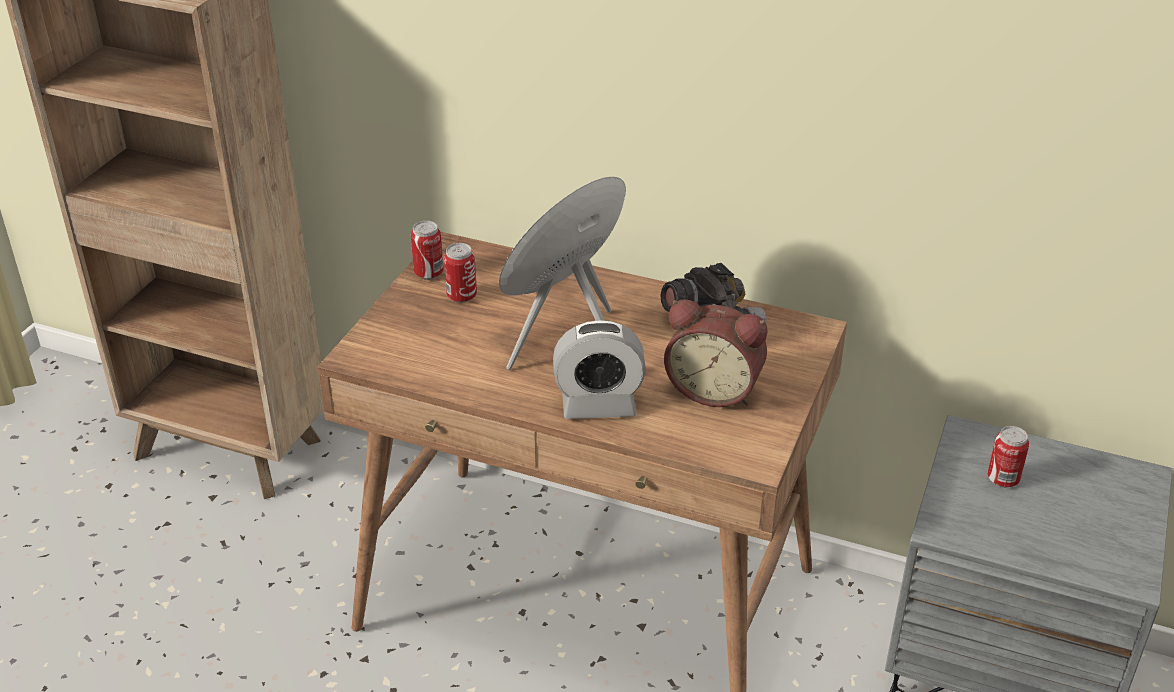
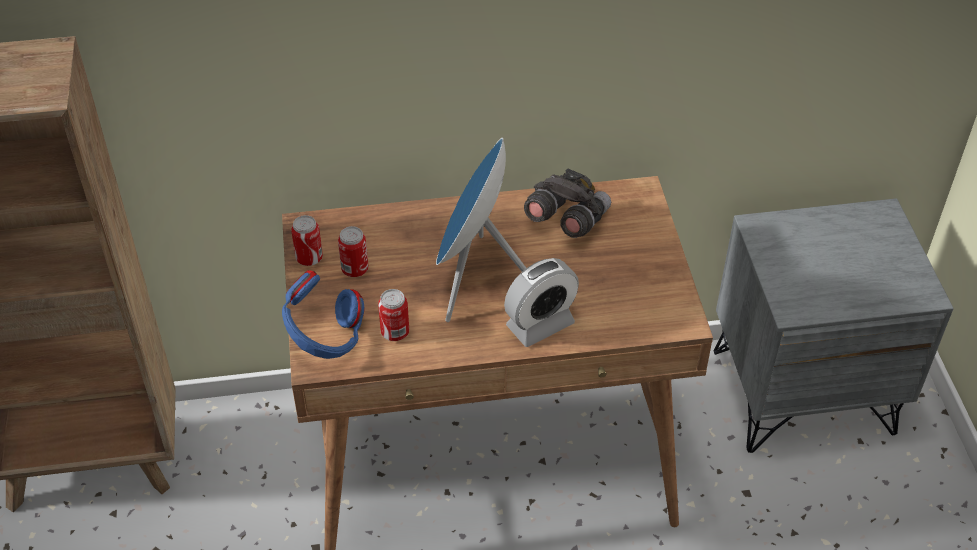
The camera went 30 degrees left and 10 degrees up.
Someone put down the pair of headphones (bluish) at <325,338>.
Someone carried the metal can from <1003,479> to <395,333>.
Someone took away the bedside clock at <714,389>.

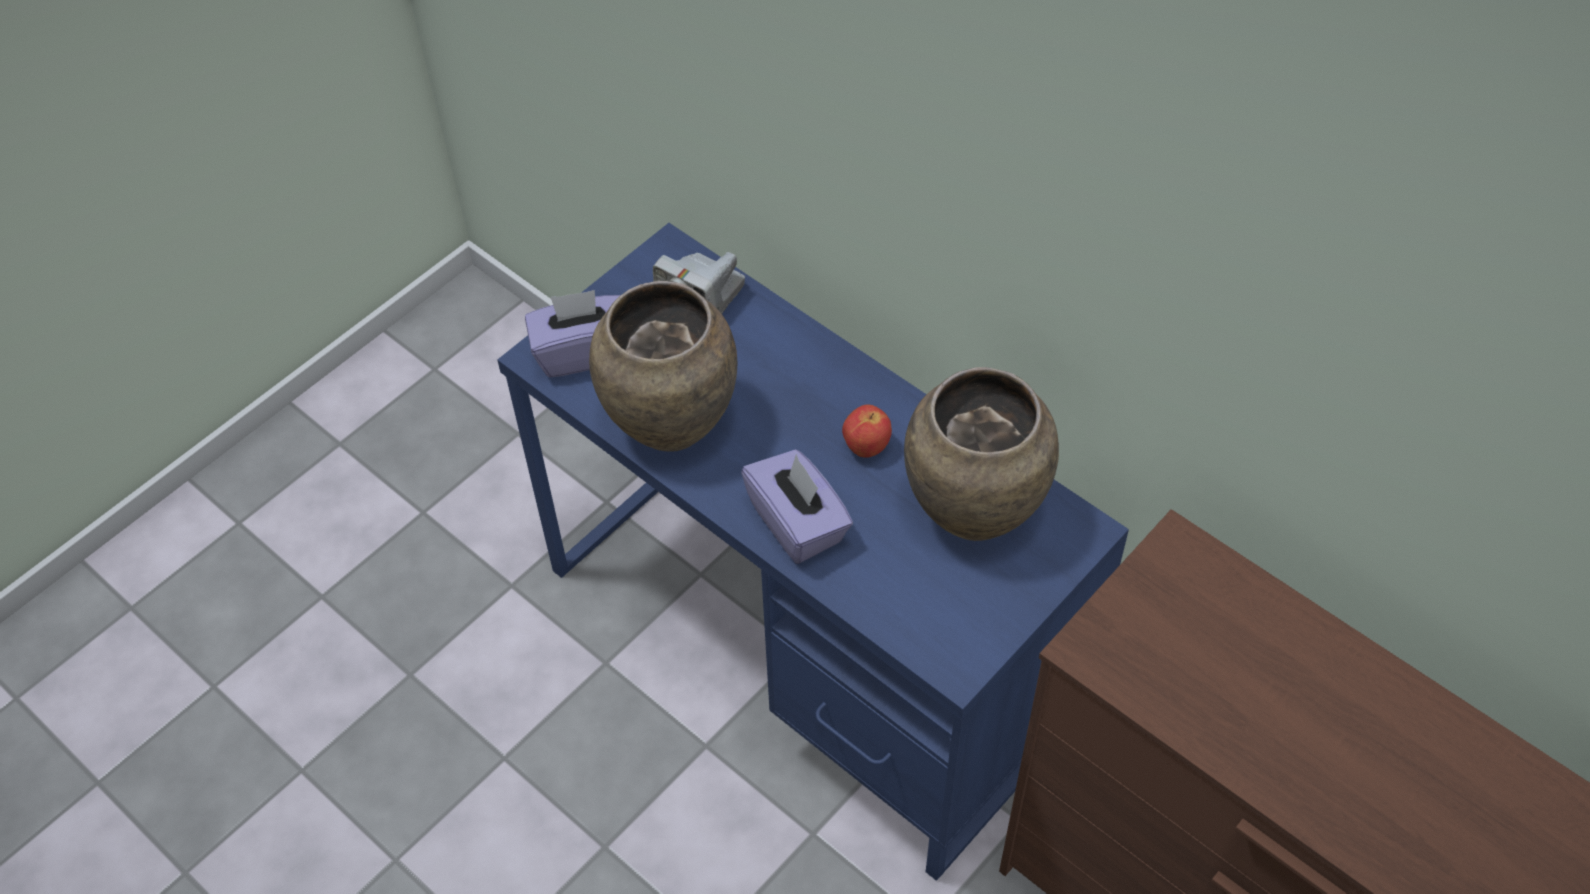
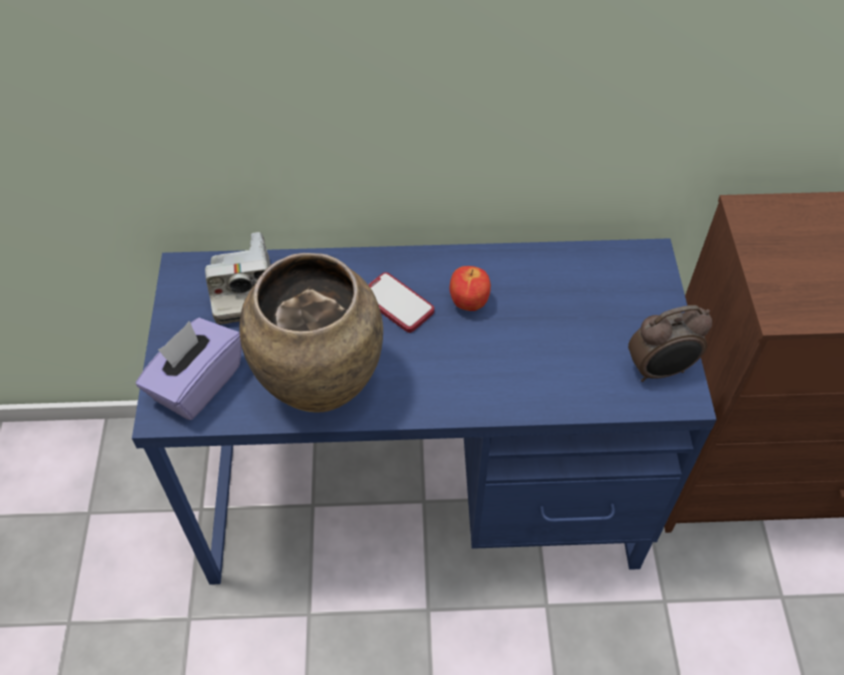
The camera went 45 degrees left and 0 degrees up.
Someone put down the handset at <397,304>.
Someone put down the bedside clock at <660,370>.
Someone took away the tissue box (purple-coloured) at <798,523>.
Someone took away the flower vase (brownish) at <973,513>.

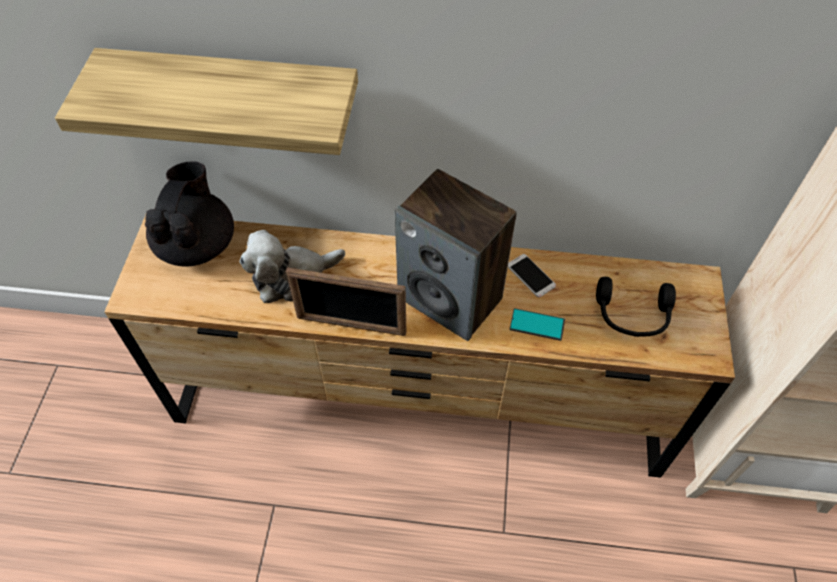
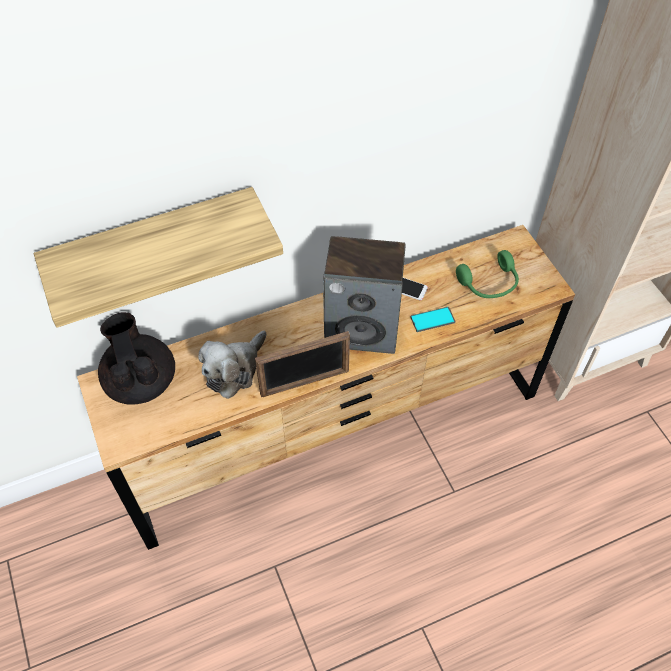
The camera went 30 degrees left and 0 degrees up.
Someone repainted the pair of headphones (blackish) at <632,316>, which became the pair of headphones (green-coloured) at <489,284>.

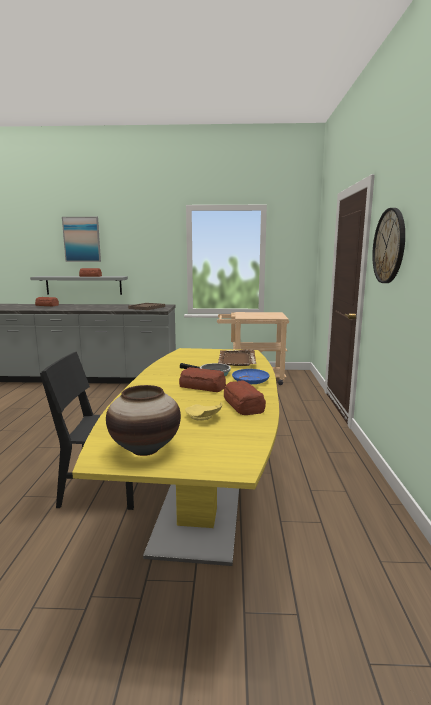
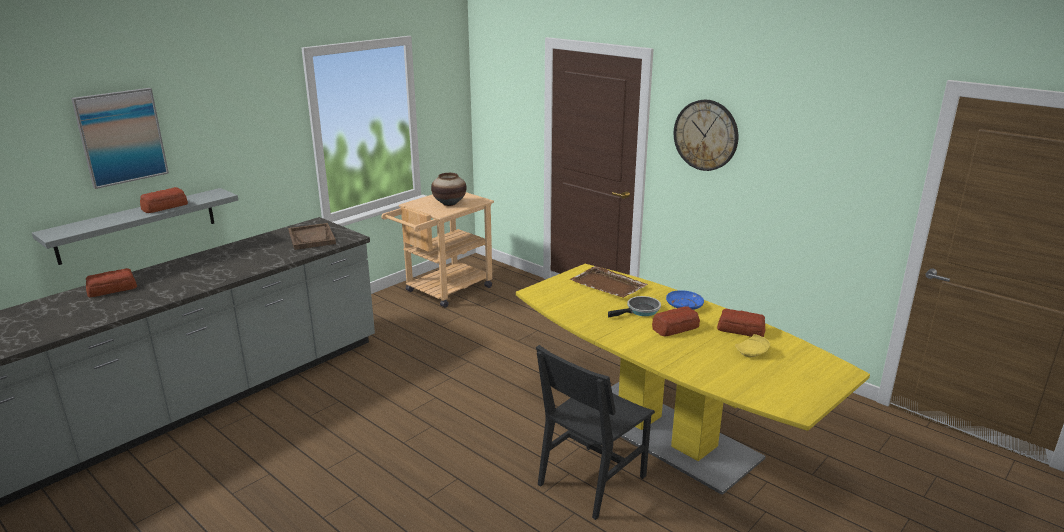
The camera went 50 degrees left and 10 degrees up.
Someone carried the flower vase from <144,449> to <449,204>.

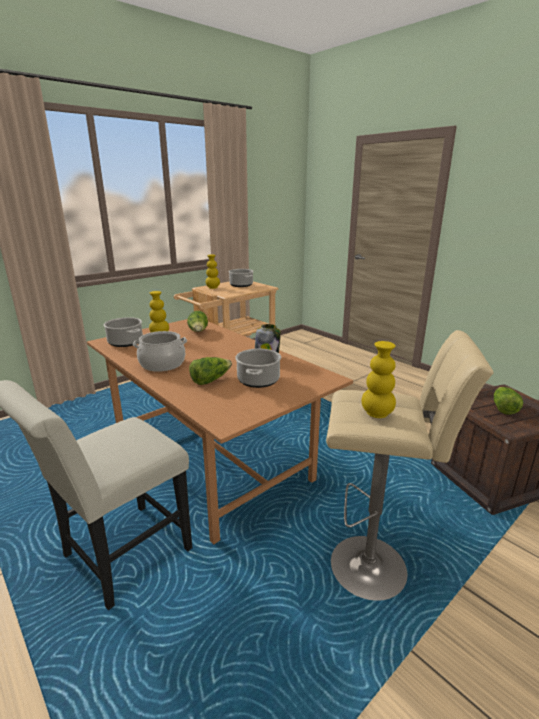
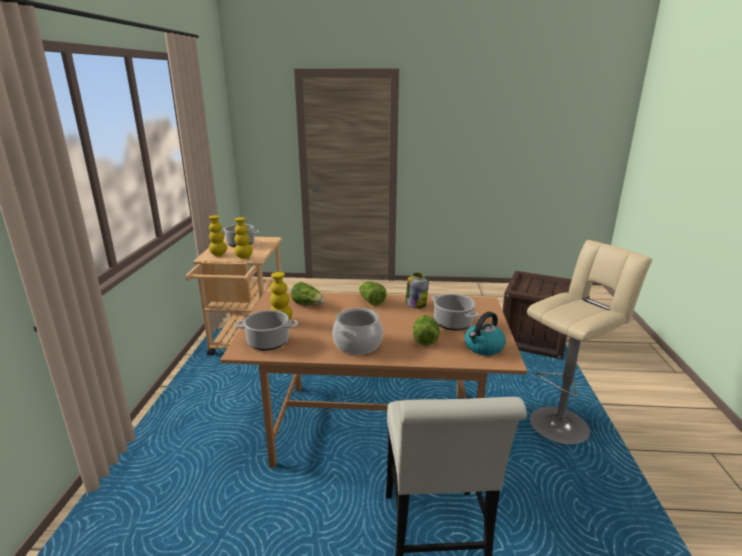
The camera went 45 degrees left and 0 degrees up.
Someone carried the flower vase (yellow) from <377,414> to <244,257>.
Someone carried the head of lettuce from <503,408> to <371,301>.
Someone put down the water kettle at <483,347>.

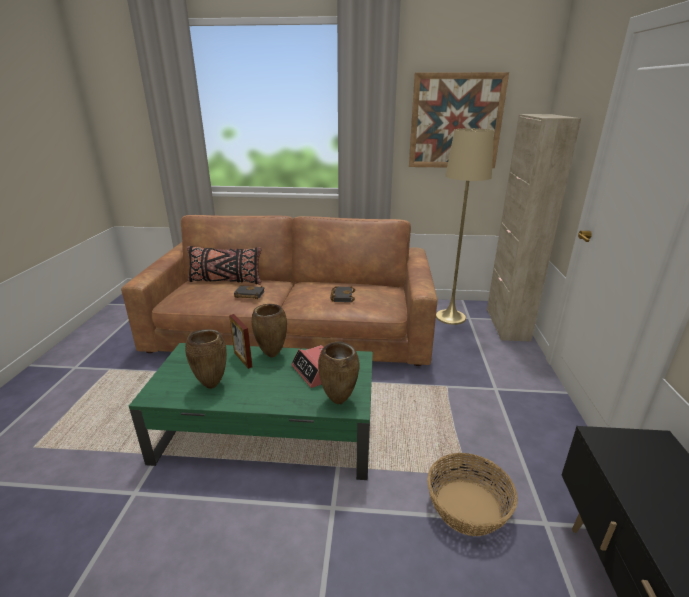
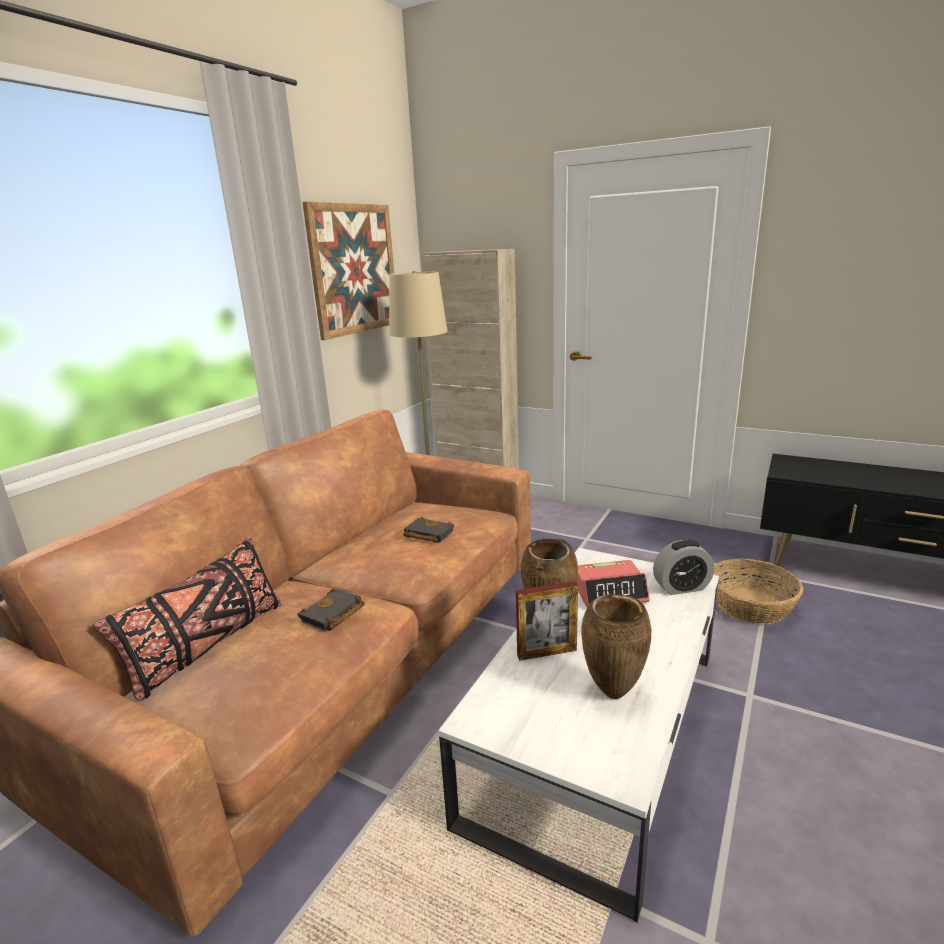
The camera went 65 degrees left and 5 degrees down.
Someone repainted the lounge table (green-coloured) at <269,432>, which became the lounge table (white-coloured) at <599,729>.
Someone swapped the flower vase (brownish) at <339,401> for the bedside clock at <681,587>.

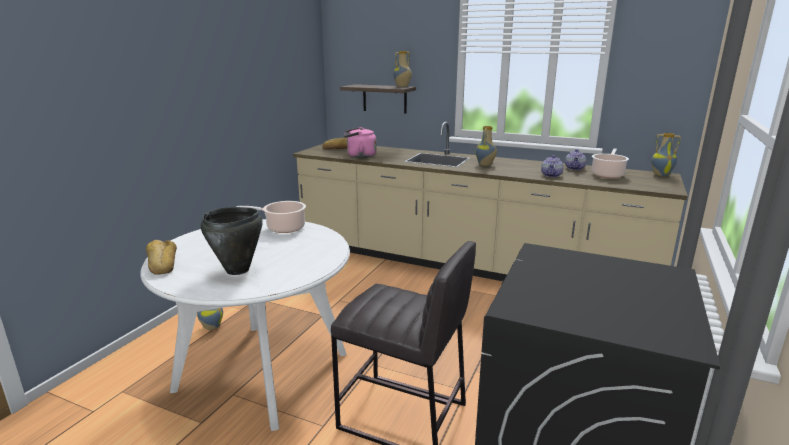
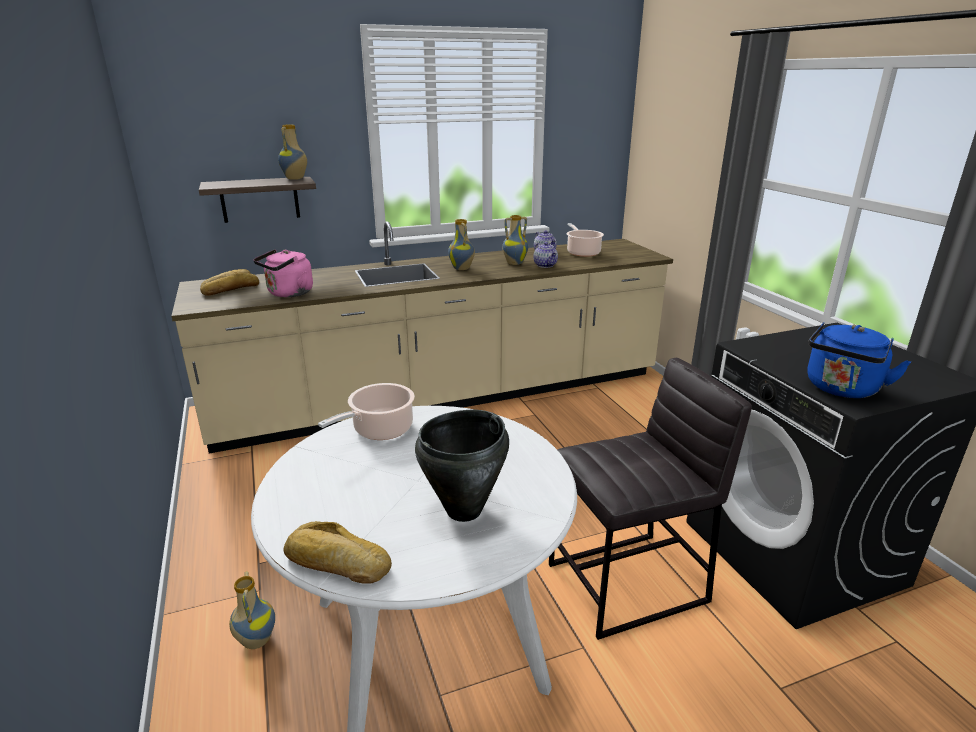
The camera went 45 degrees left and 5 degrees up.
Someone carried the flower vase from <661,175> to <514,263>.
Someone put down the water kettle (bluish) at <841,389>.

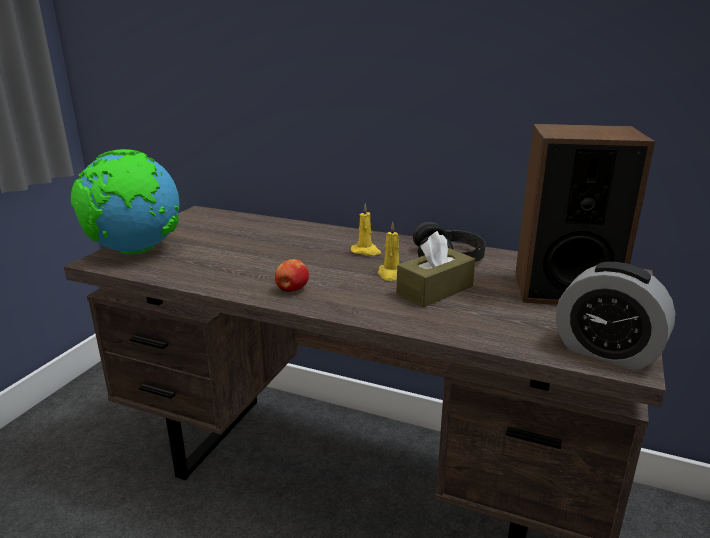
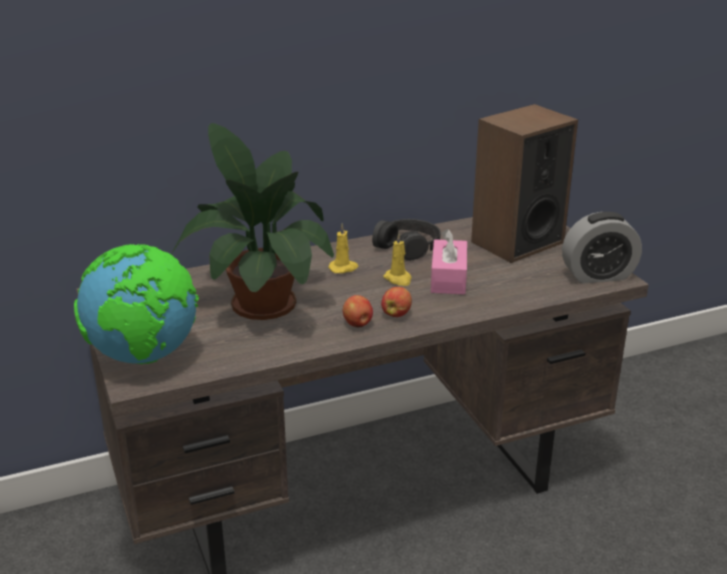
The camera went 45 degrees left and 5 degrees up.
Someone put down the potted plant at <261,300>.
Someone put down the apple at <396,314>.
Someone repainted the tissue box (brownish) at <435,290>, which became the tissue box (pinkish) at <448,278>.

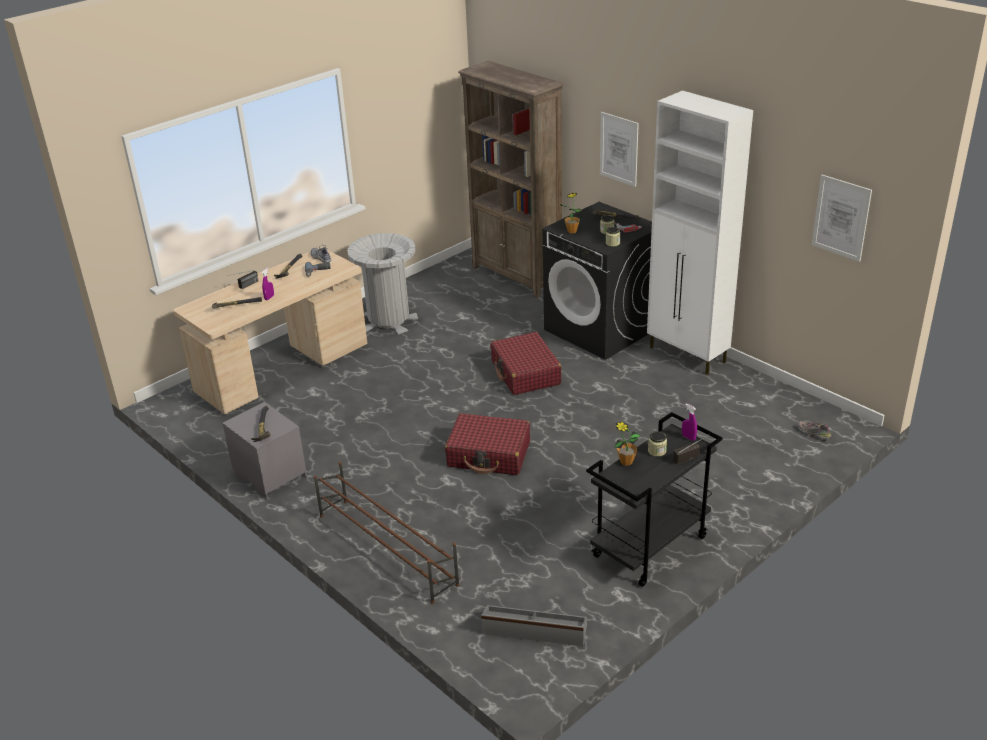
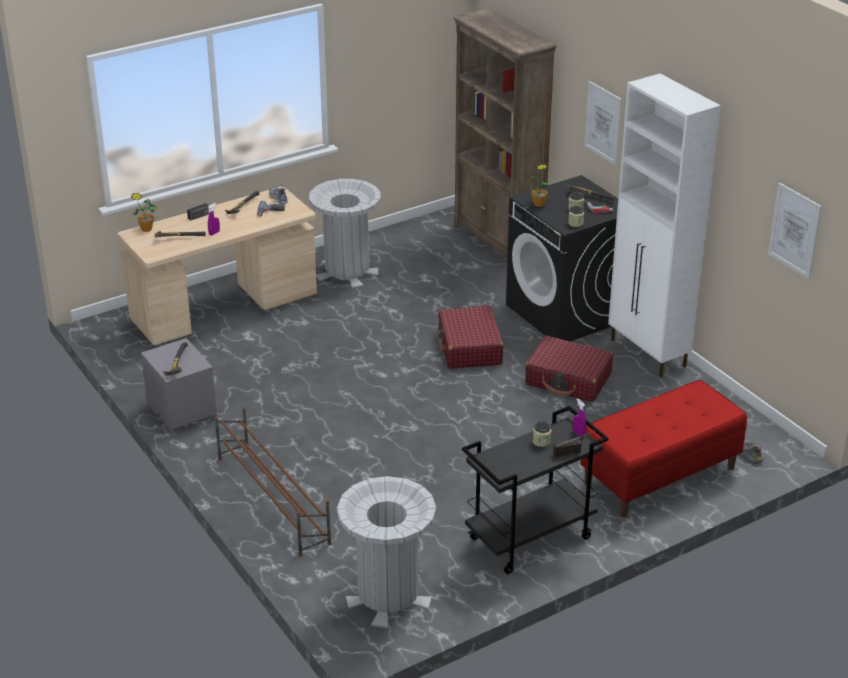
The camera went 10 degrees right and 0 degrees up.
Someone carried the potted plant from <626,461> to <146,229>.
Someone swapped the storage bin (gray) at <534,631> for the waste bin (gray) at <388,597>.
Someone carried the travel case (red-coloured) from <489,454> to <568,379>.
Someone put down the long seat (red-coloured) at <660,476>.

